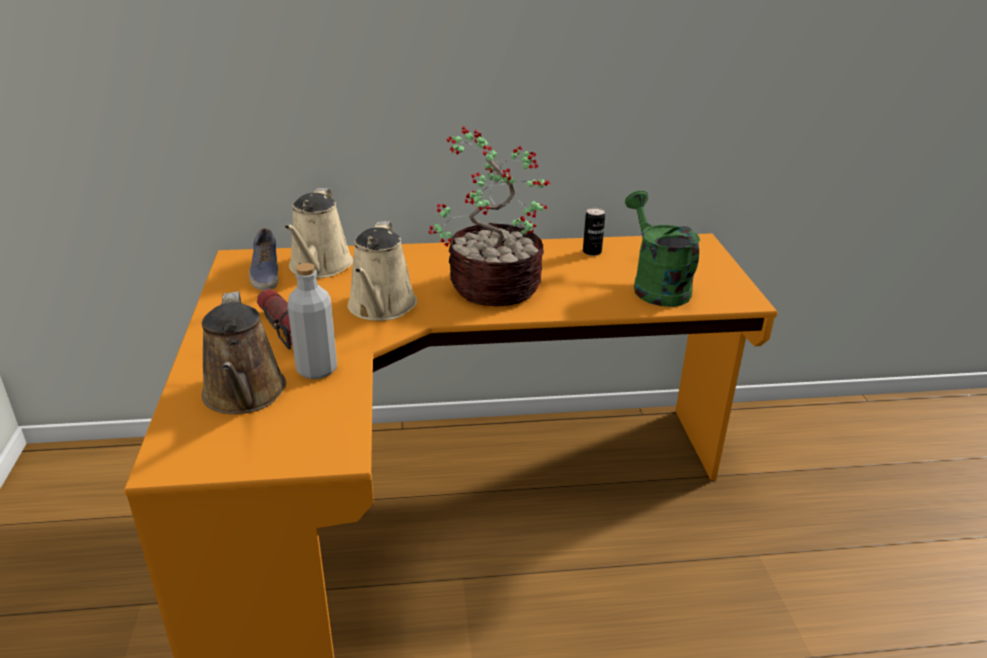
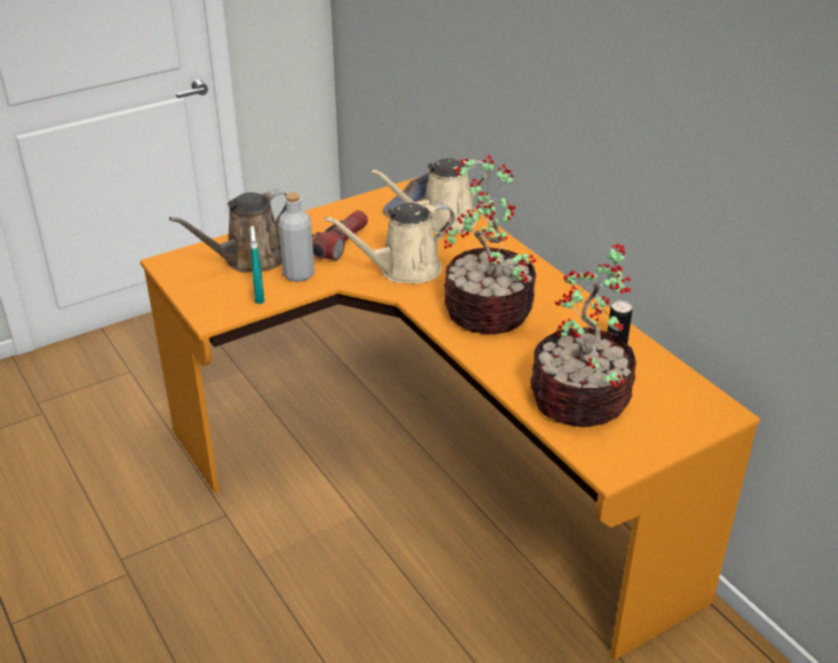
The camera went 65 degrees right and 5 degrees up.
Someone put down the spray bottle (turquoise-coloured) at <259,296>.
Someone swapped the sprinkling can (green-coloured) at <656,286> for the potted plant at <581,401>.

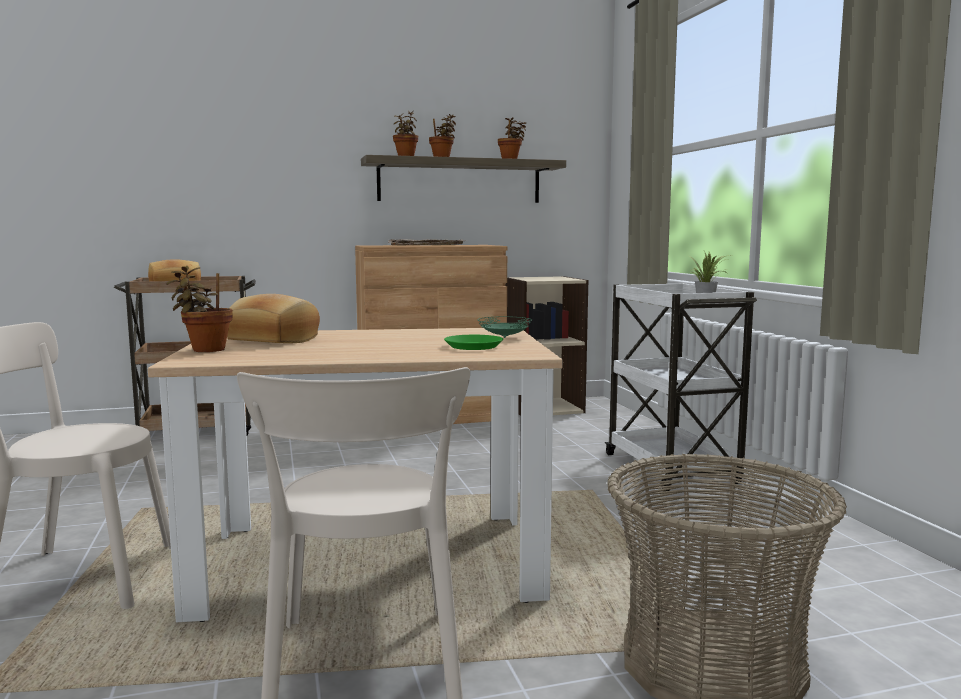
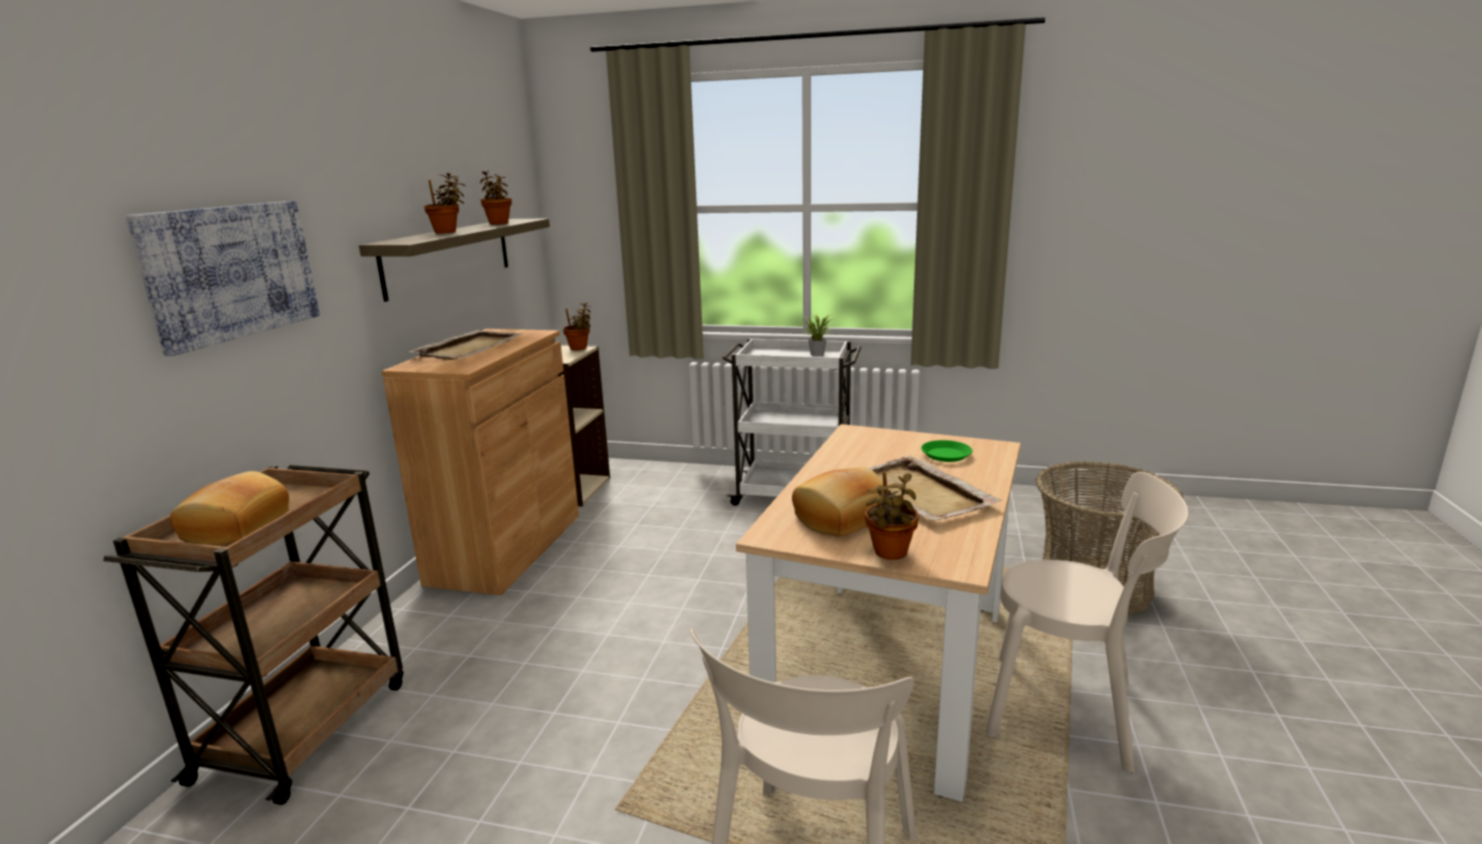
The camera went 60 degrees left and 10 degrees up.
Someone put up the picture at <231,272>.
Someone carried the potted plant from <405,157> to <580,348>.
Someone put down the tray (beige-coloured) at <920,493>.
Someone took away the dinner plate (green-coloured) at <504,337>.

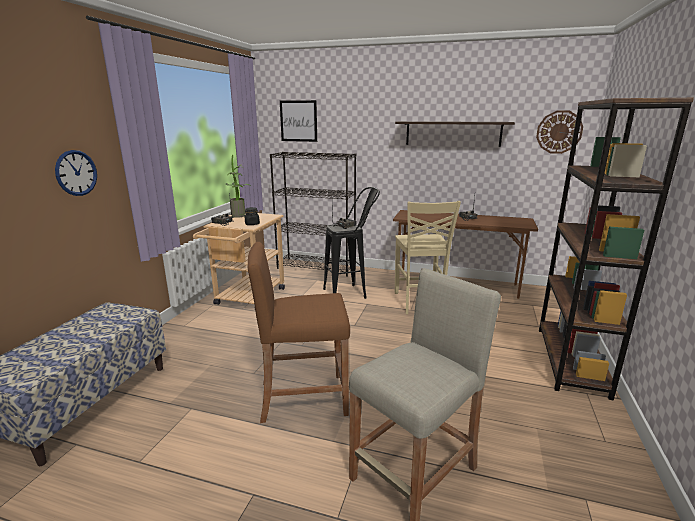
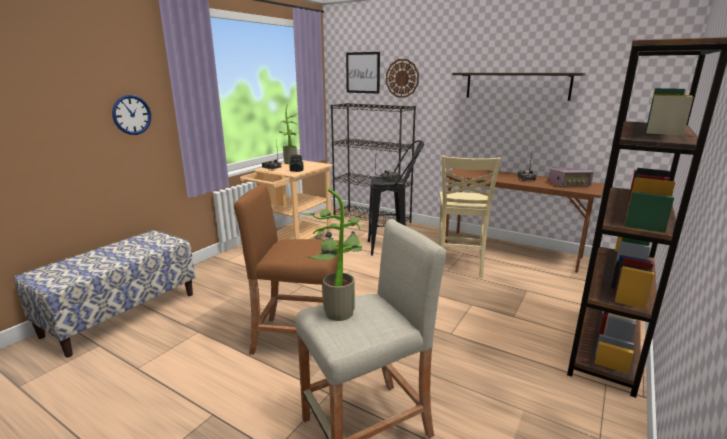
The camera went 15 degrees right and 0 degrees up.
Someone put down the potted plant at <338,310>.
Someone carried the hanging clock from <559,132> to <402,78>.
Someone put down the radio receiver at <569,184>.

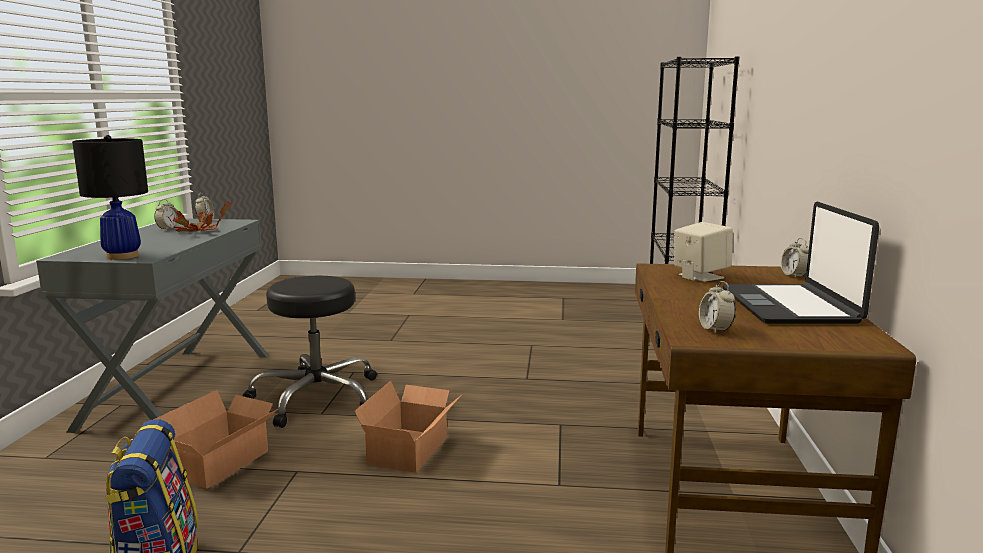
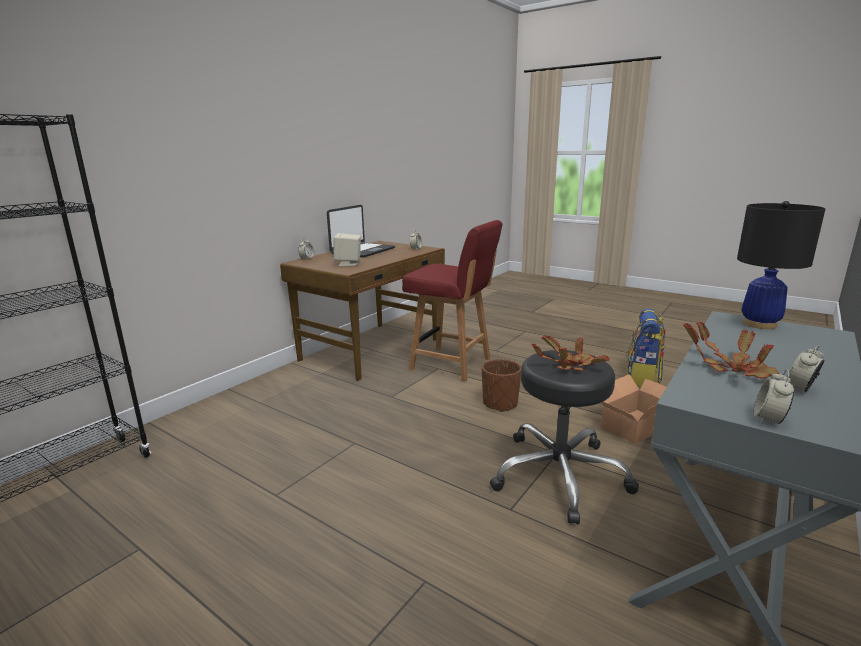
The camera went 150 degrees left and 5 degrees up.
Someone put down the upright chair (red-coloured) at <452,364>.
Someone swapped the carton at <412,449> for the plant pot (brownish) at <500,403>.
Someone put down the potted plant at <570,365>.

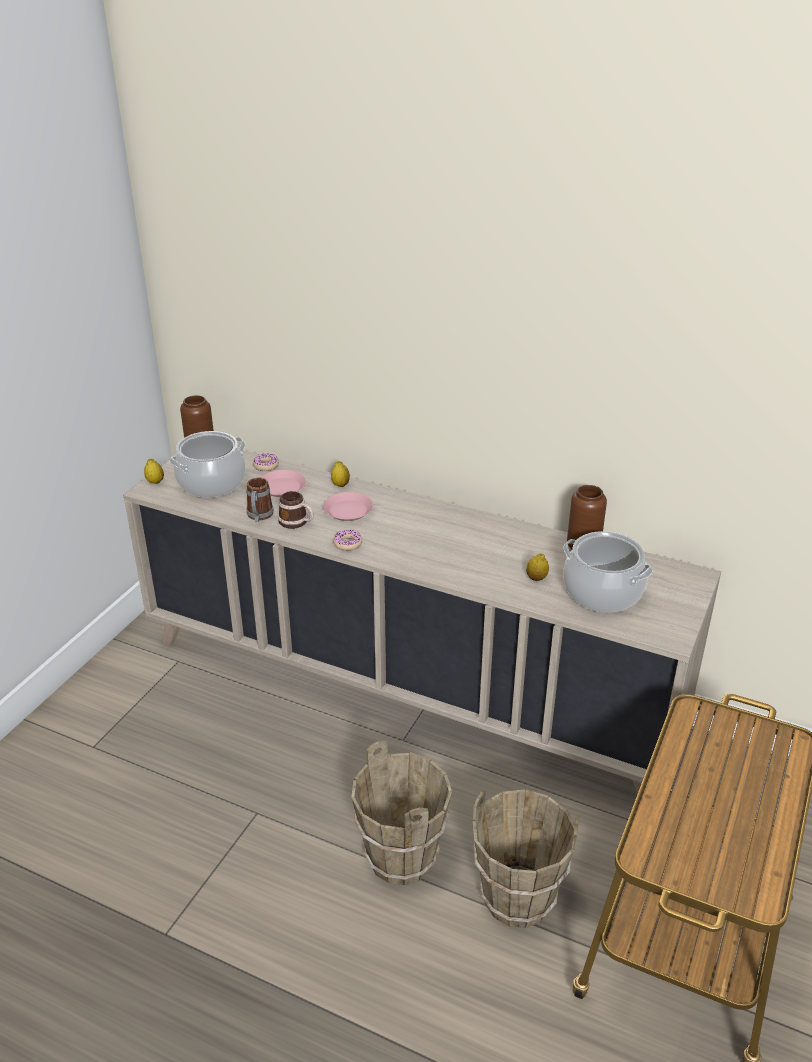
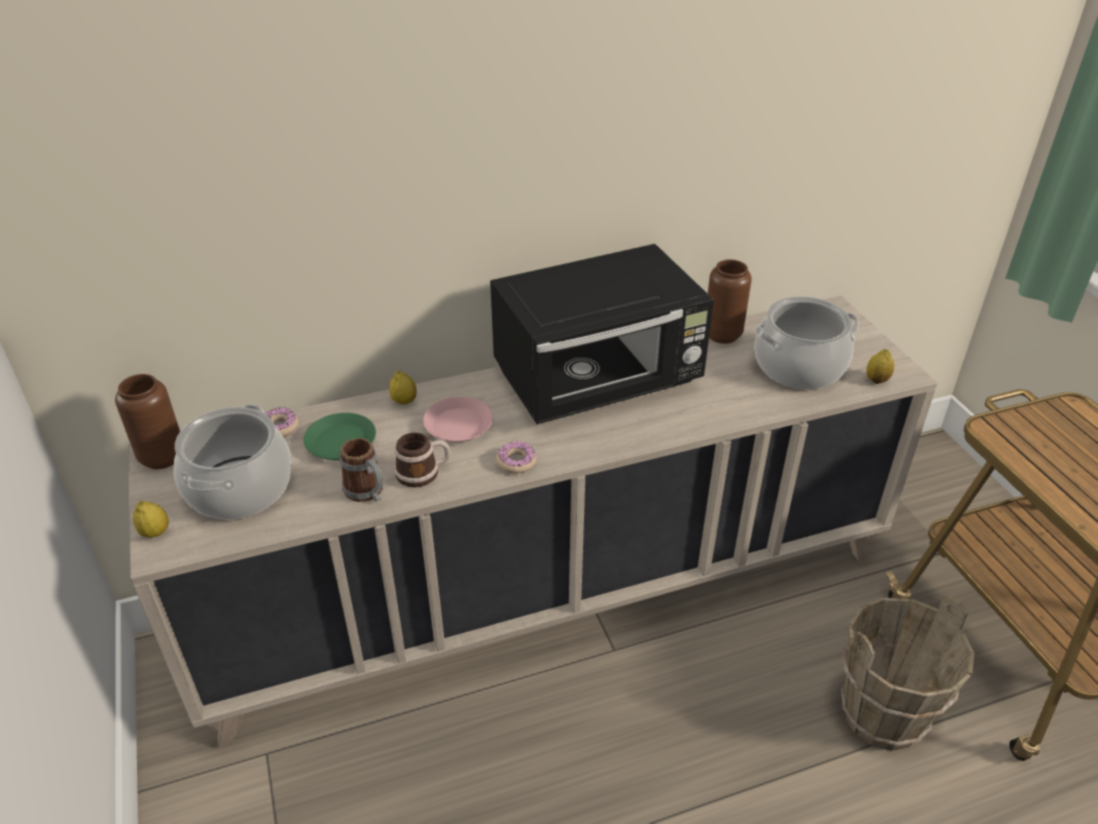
The camera went 45 degrees left and 5 degrees up.
Someone repainted the dinner plate (pinkish) at <282,487>, which became the dinner plate (green-coloured) at <341,442>.
Someone put down the microwave oven (blackish) at <600,382>.
Someone carried the whole lemon from <536,578> to <877,380>.
Someone took away the bucket (brownish) at <402,857>.

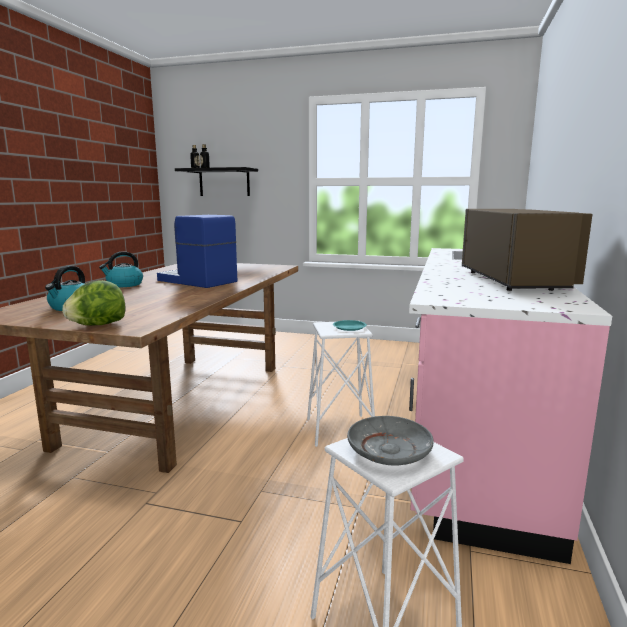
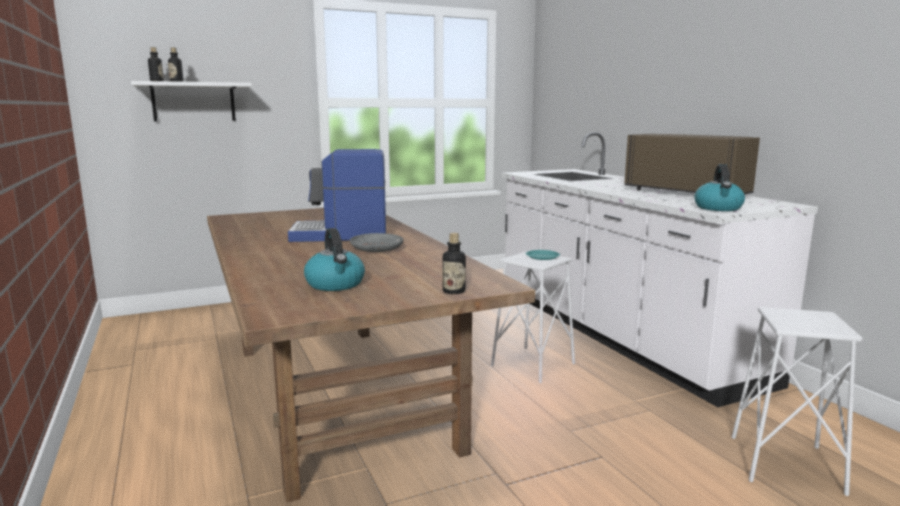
The camera went 40 degrees left and 0 degrees up.
Someone repainted the wall shelf (blackish) at <224,182>, which became the wall shelf (white-coloured) at <194,102>.
Someone carried the dinner plate (gray) from <389,450> to <377,249>.
Someone swapped the head of lettuce at <98,325> for the drink bottle at <454,291>.
Someone repainted the kitchen base unit (pinkish) at <472,432>, which became the kitchen base unit (white-coloured) at <616,334>.
Someone carried the water kettle from <124,285> to <718,208>.

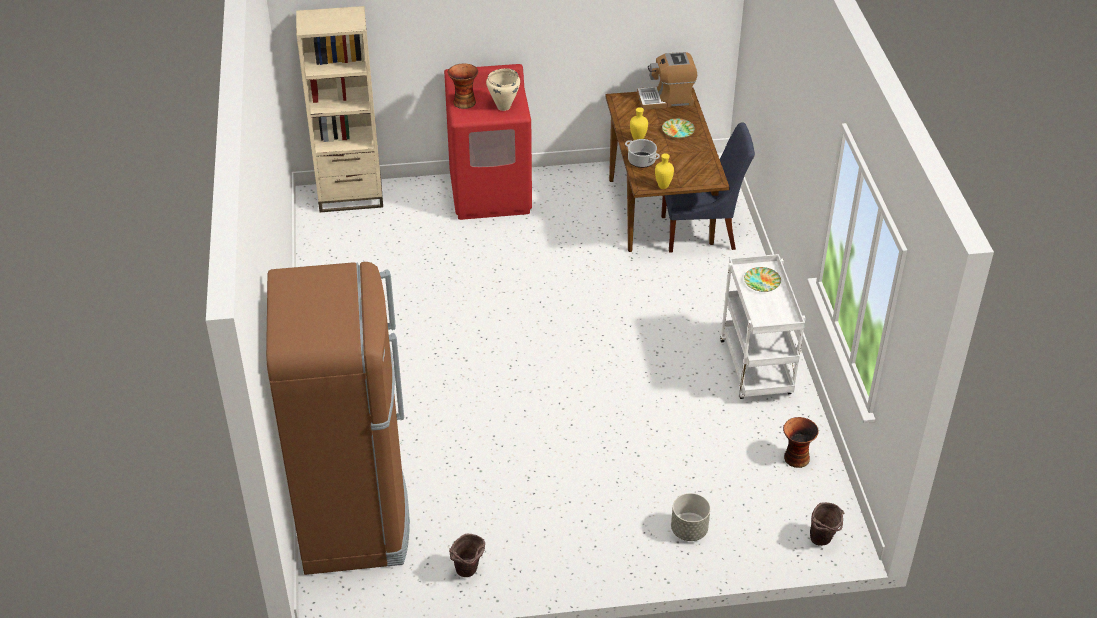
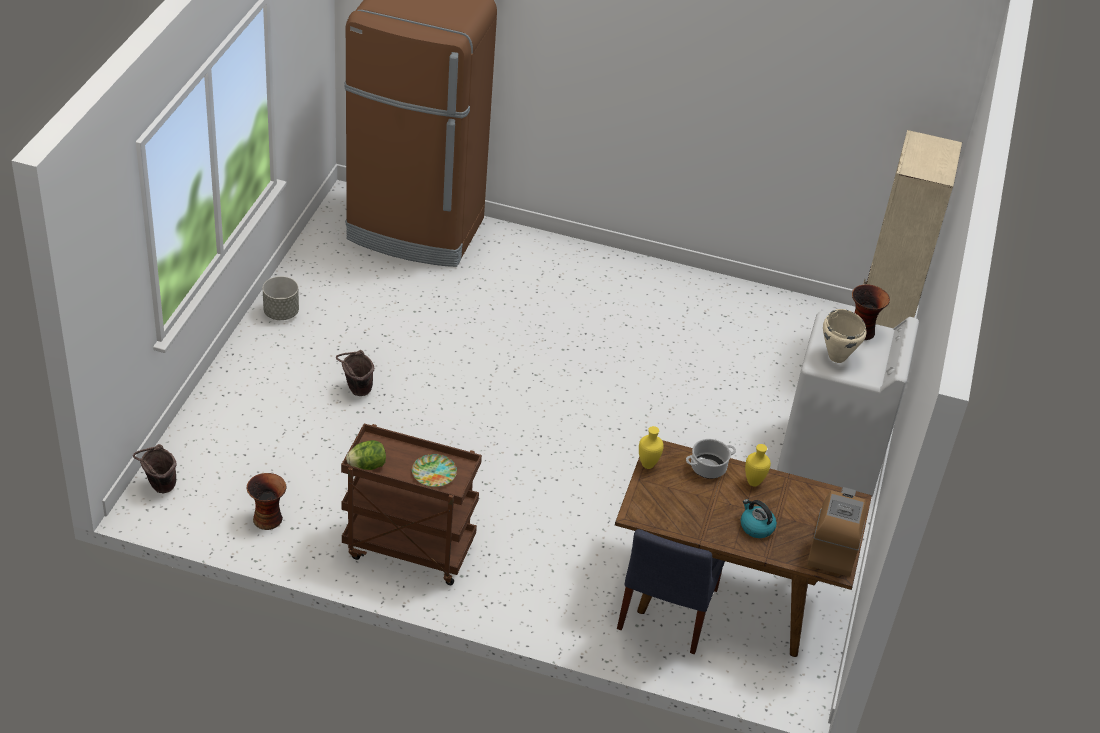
The camera went 110 degrees right and 0 degrees up.
Someone carried the plant pot (gray) from <688,530> to <281,312>.
Someone carried the bucket (brownish) from <468,572> to <356,390>.
Someone repainted the trolley (white-coloured) at <757,369>, which became the trolley (brownish) at <407,550>.
Someone put down the head of lettuce at <367,465>.
Someone swapped the dinner plate at <678,130> for the water kettle at <756,527>.
Someone repainted the laundry appliance (red-coloured) at <491,194>, which became the laundry appliance (white-coloured) at <831,458>.

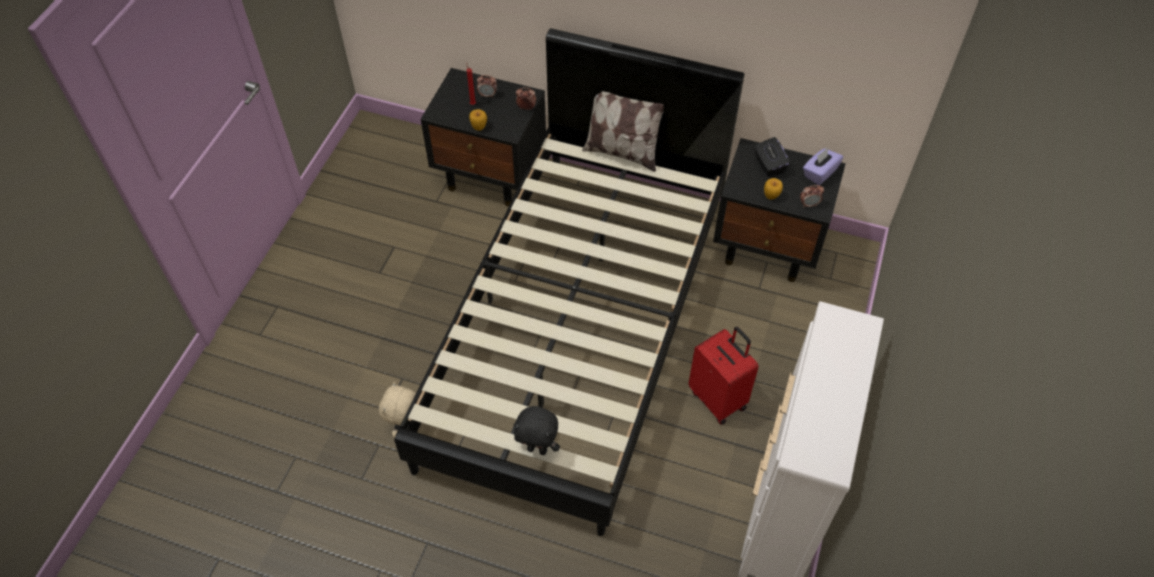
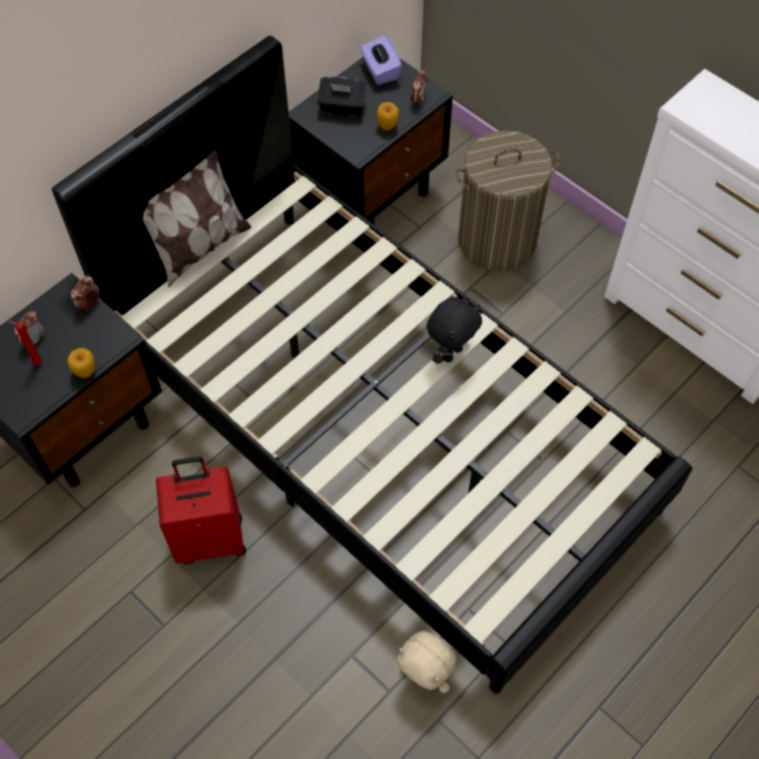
The camera went 65 degrees left and 5 degrees up.
Someone carried the travel case (red-coloured) from <718,398> to <210,538>.
Someone carried the cuddly toy (blackish) from <538,449> to <451,353>.
Someone put down the washing basket at <497,240>.

